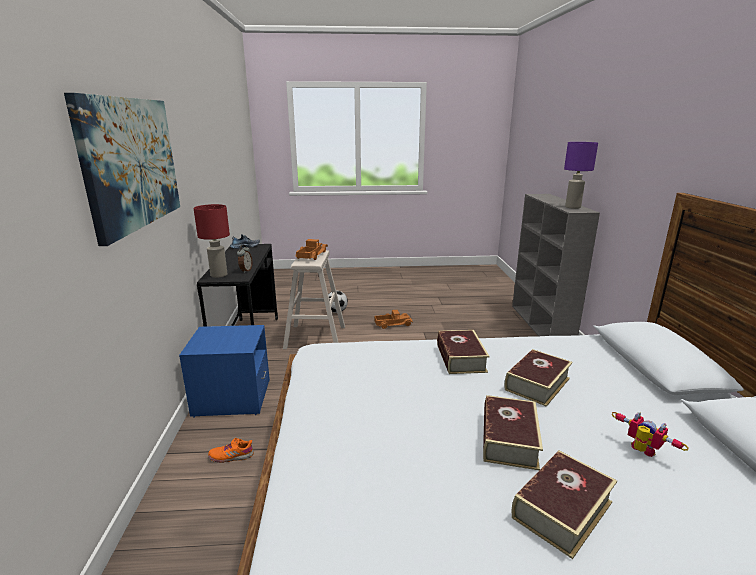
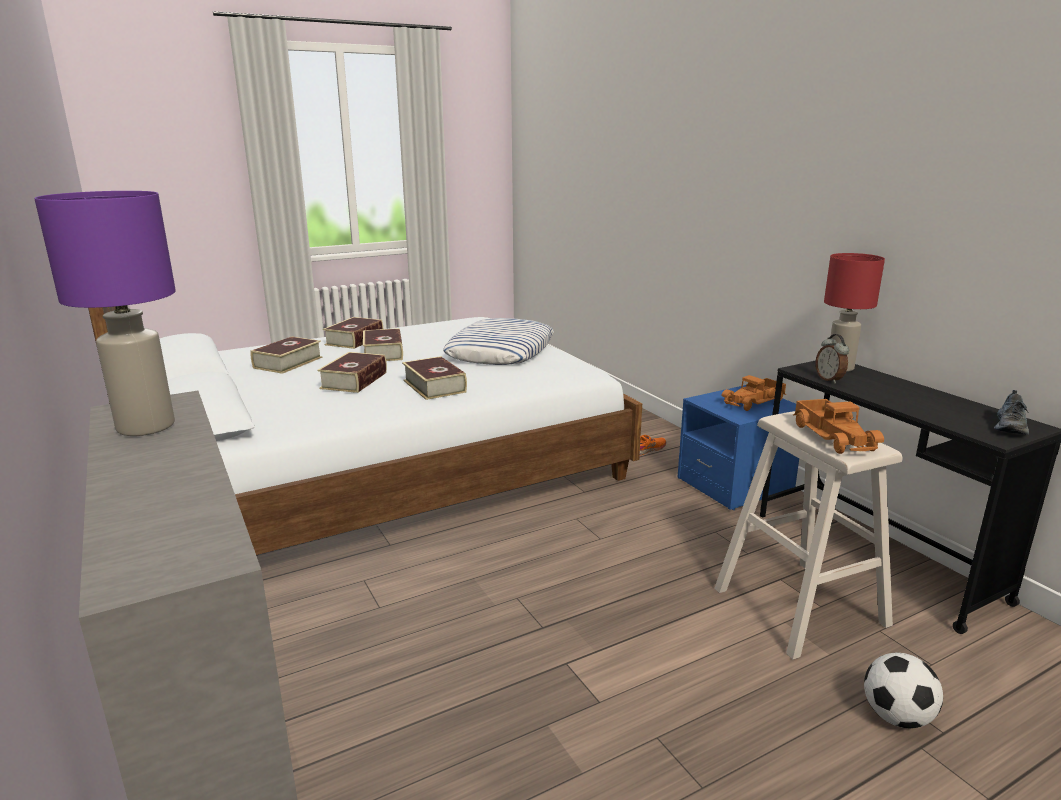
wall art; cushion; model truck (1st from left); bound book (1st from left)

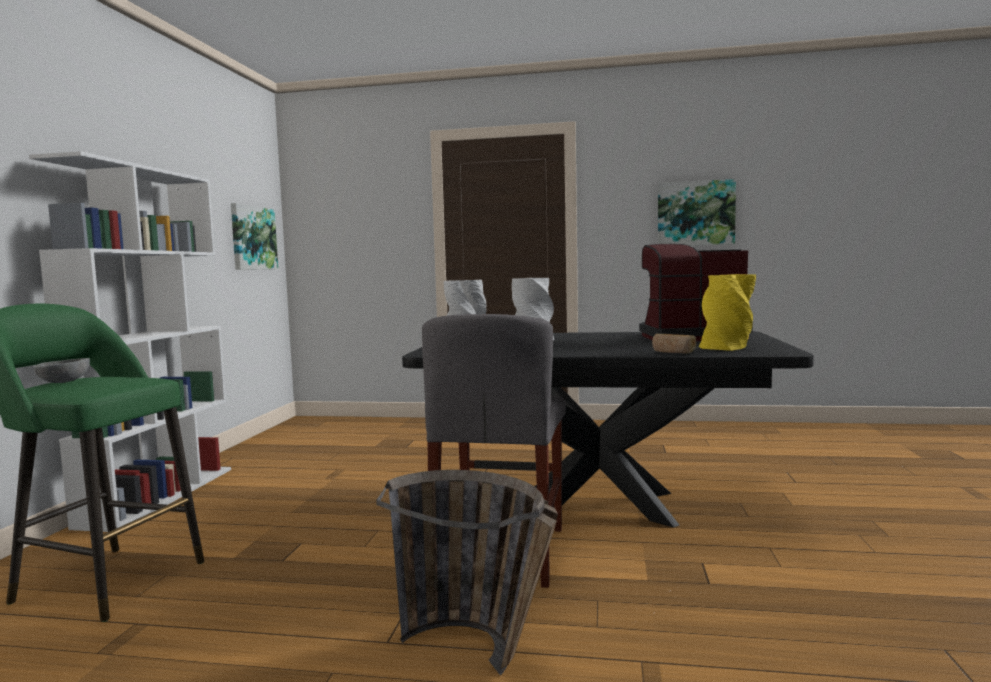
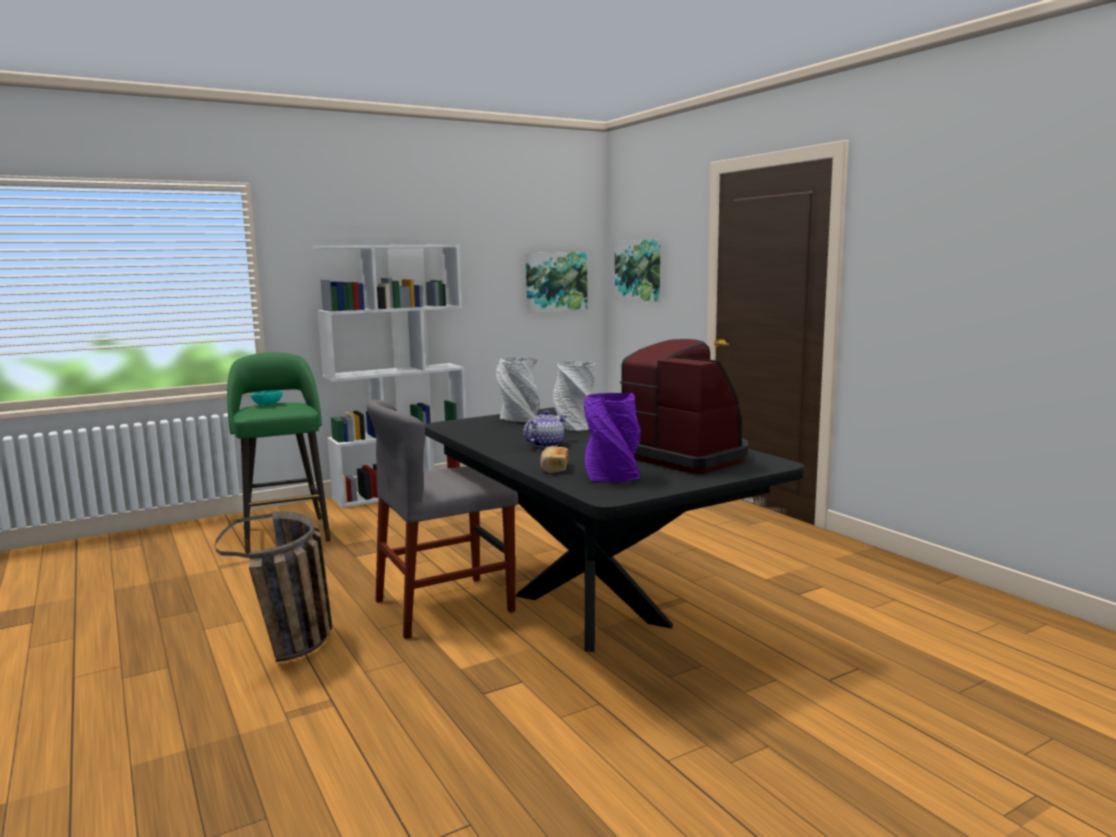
pot for tea; wall art (2nd from left); bowl/blue-green; flower vase/purple

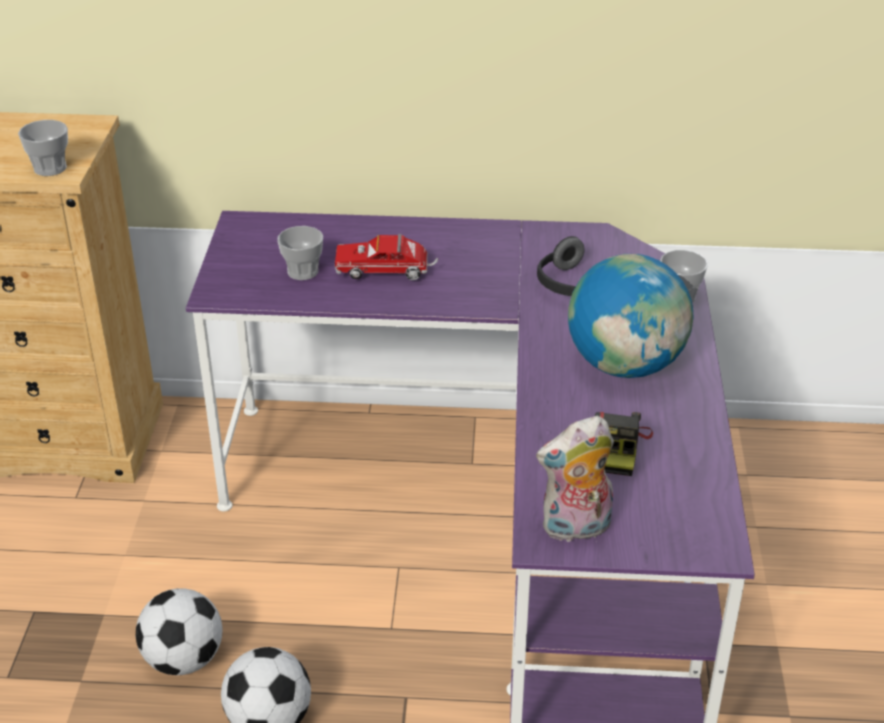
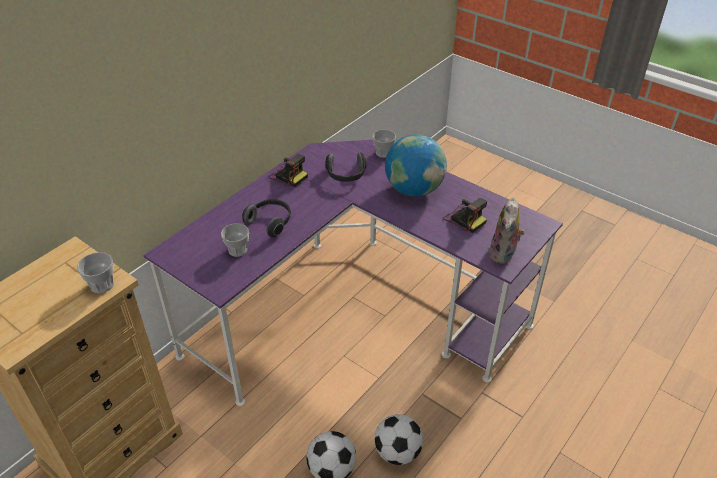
photo camera (1st from left); headset (1st from left)

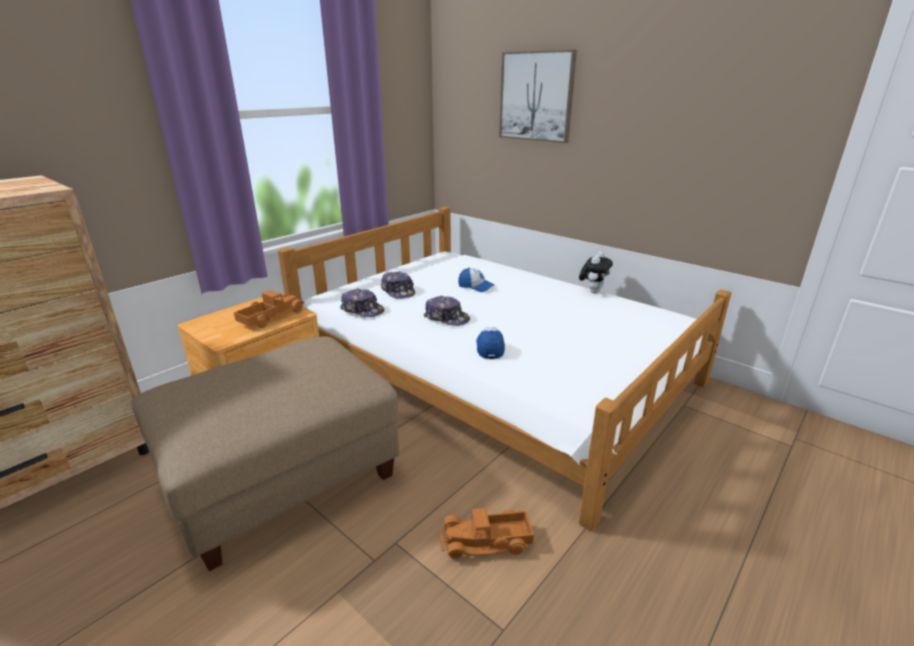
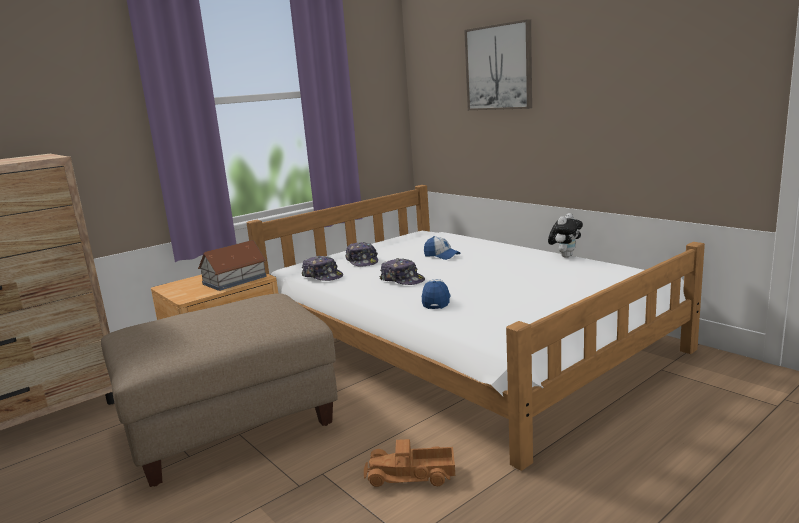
model house

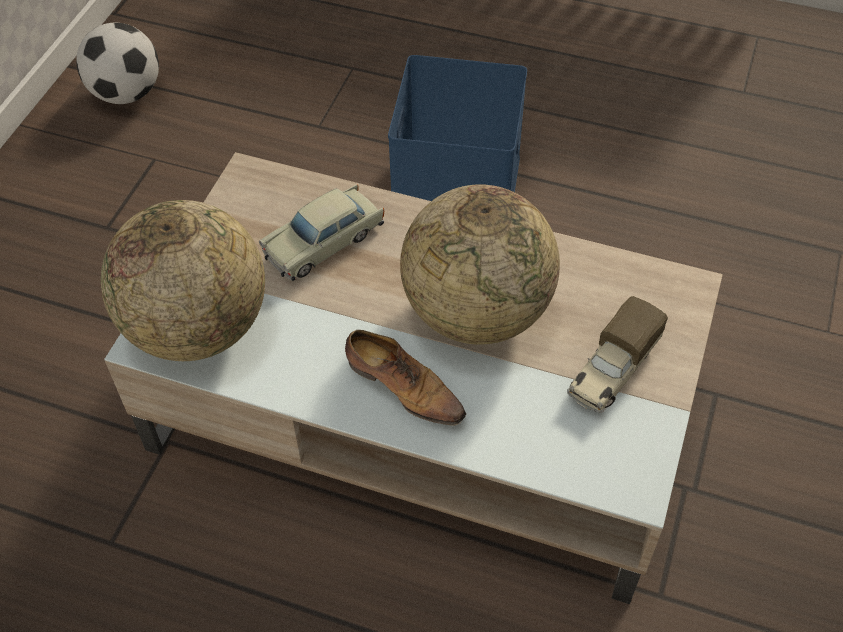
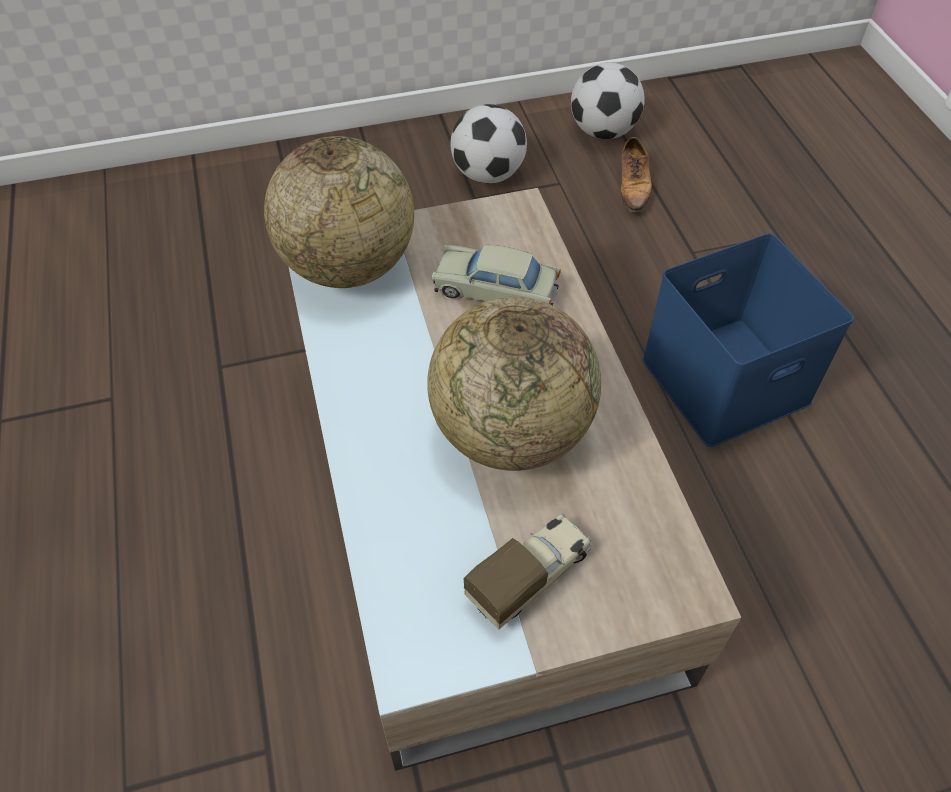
football ball (1st from left); item of footwear; model truck

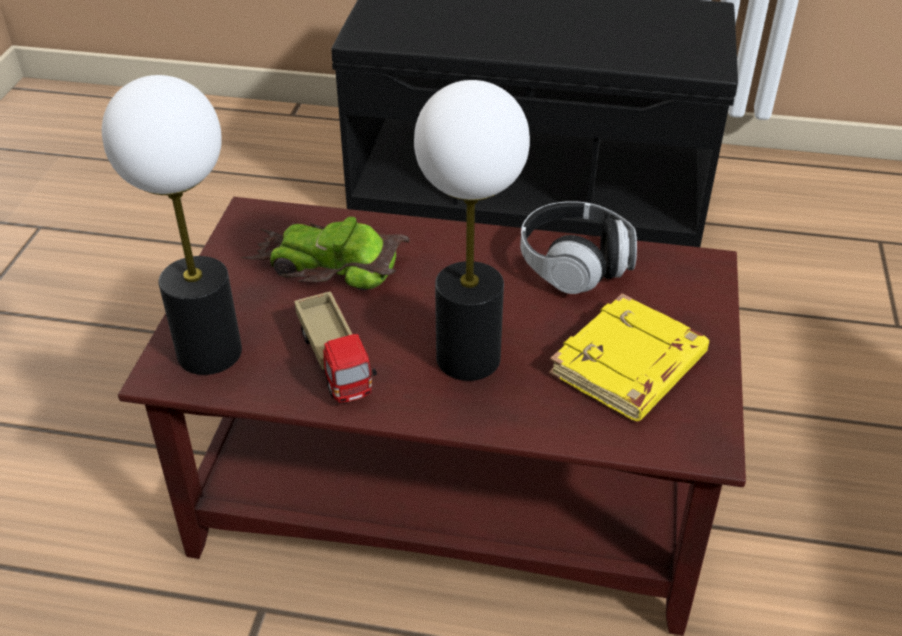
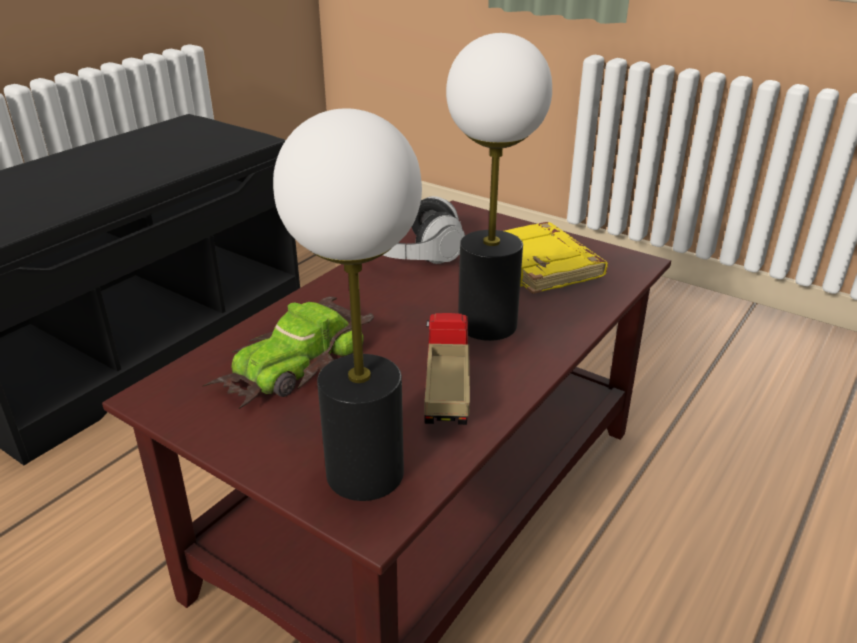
model truck

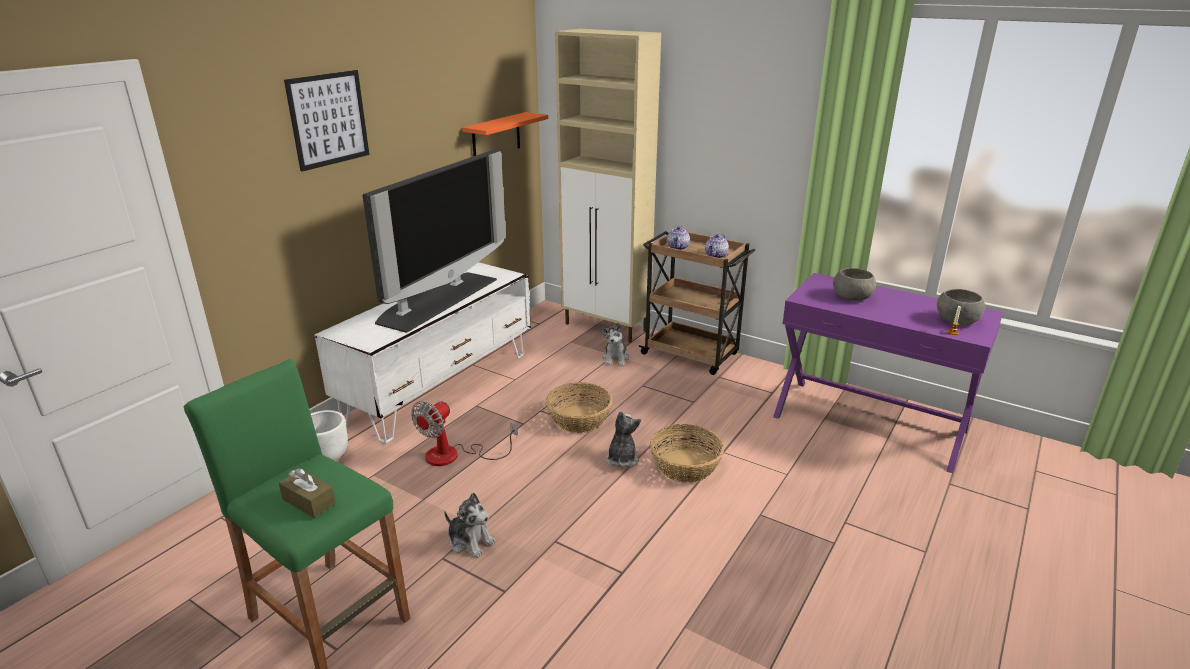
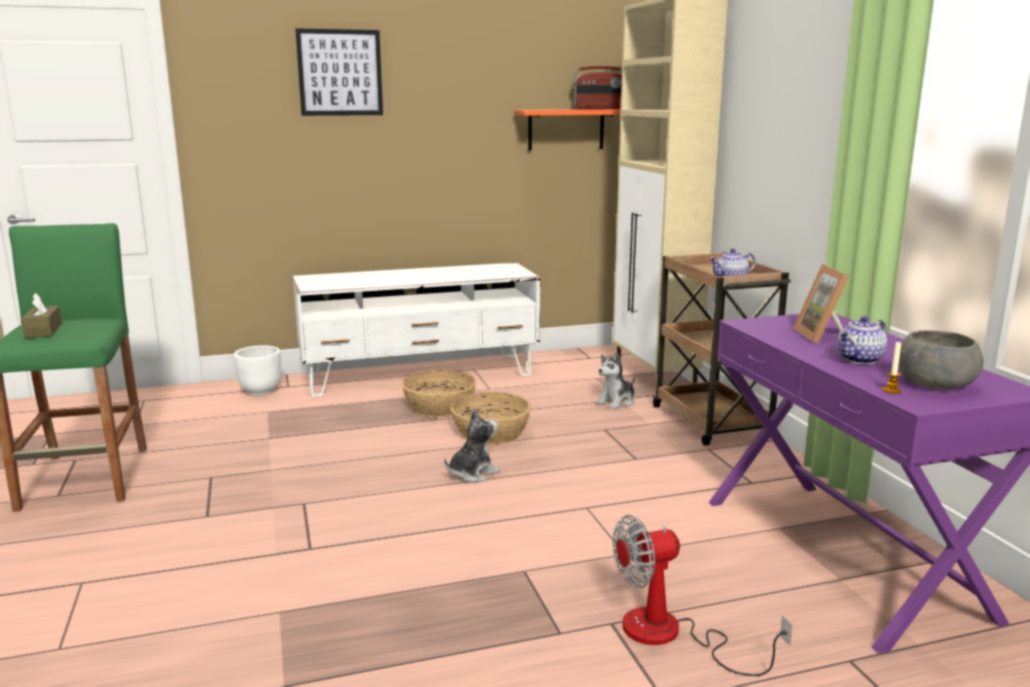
television; plush toy (1st from left in the first image); radio set; fan; household basket (1st from left); pot for tea (2nd from left); picture frame

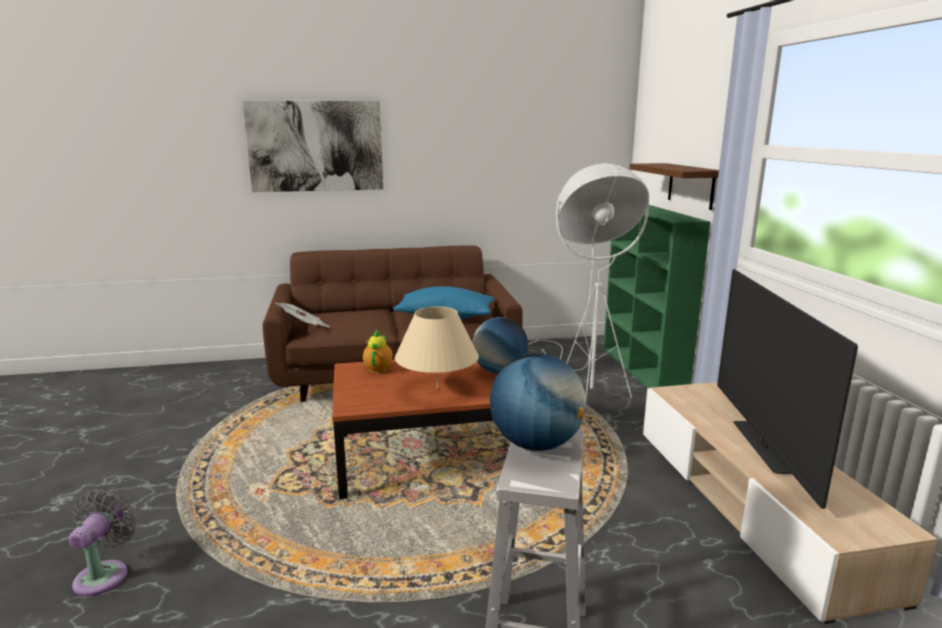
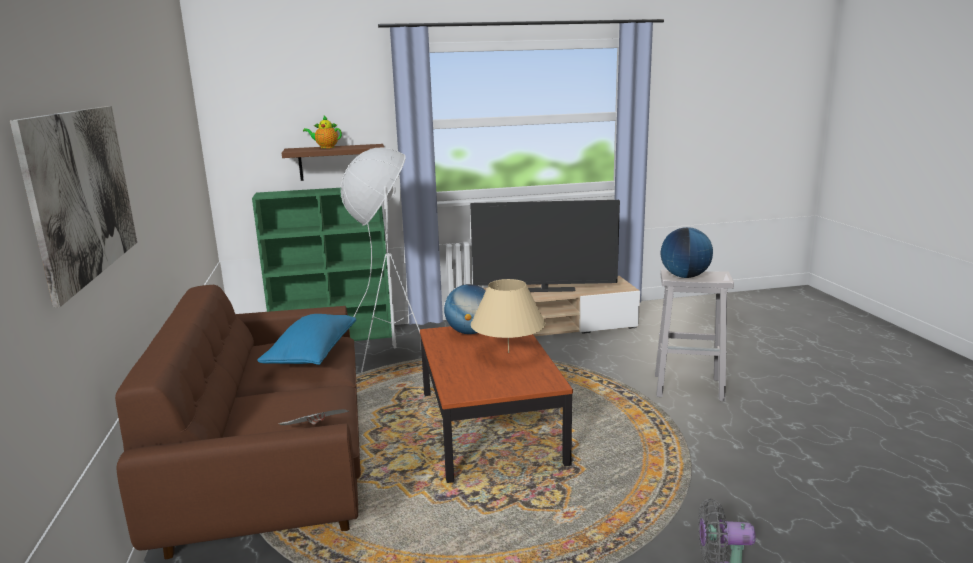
pot for tea

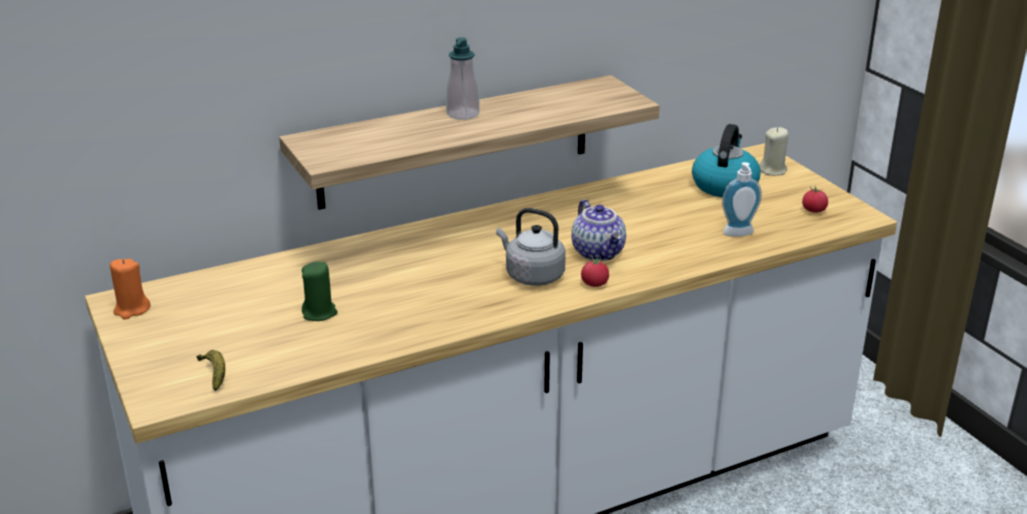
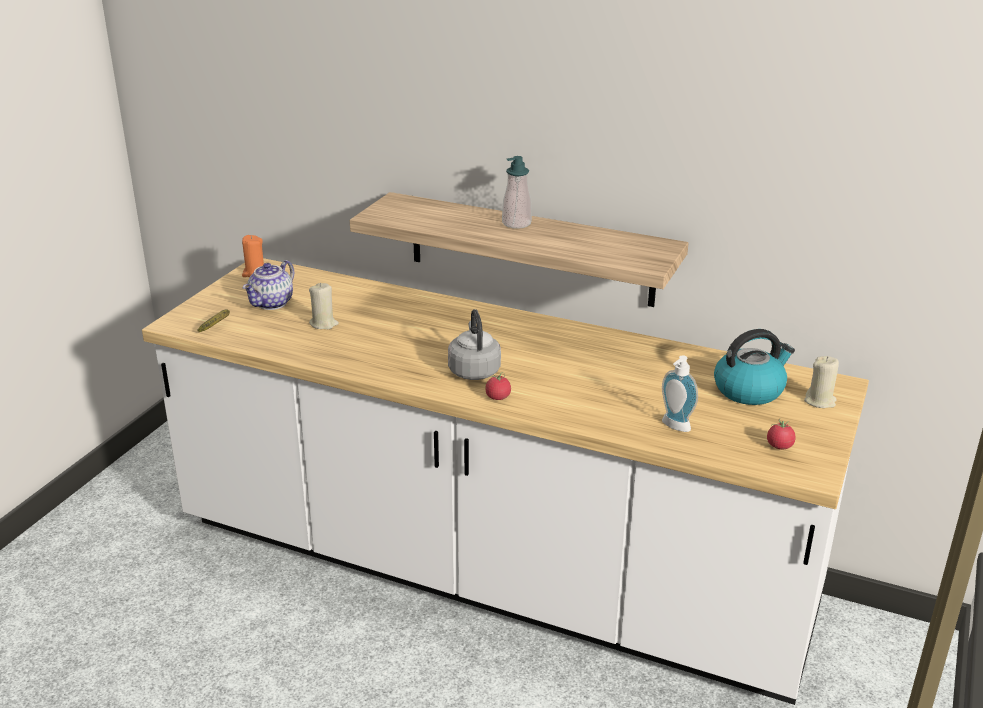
pot for tea; candle/beige-coloured (1st from left)

